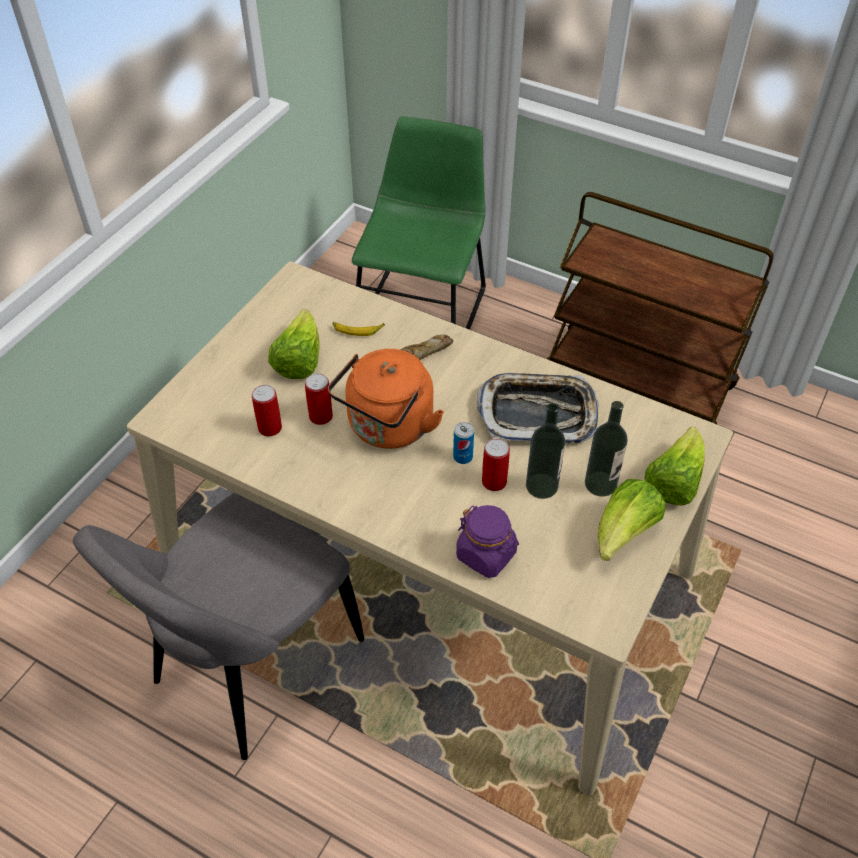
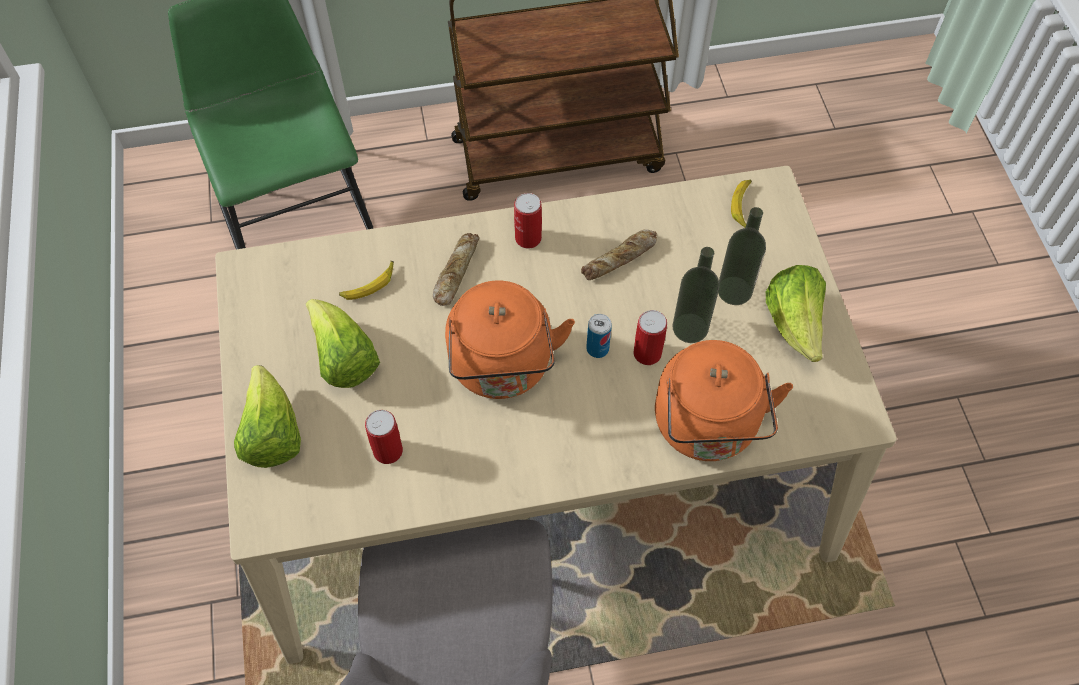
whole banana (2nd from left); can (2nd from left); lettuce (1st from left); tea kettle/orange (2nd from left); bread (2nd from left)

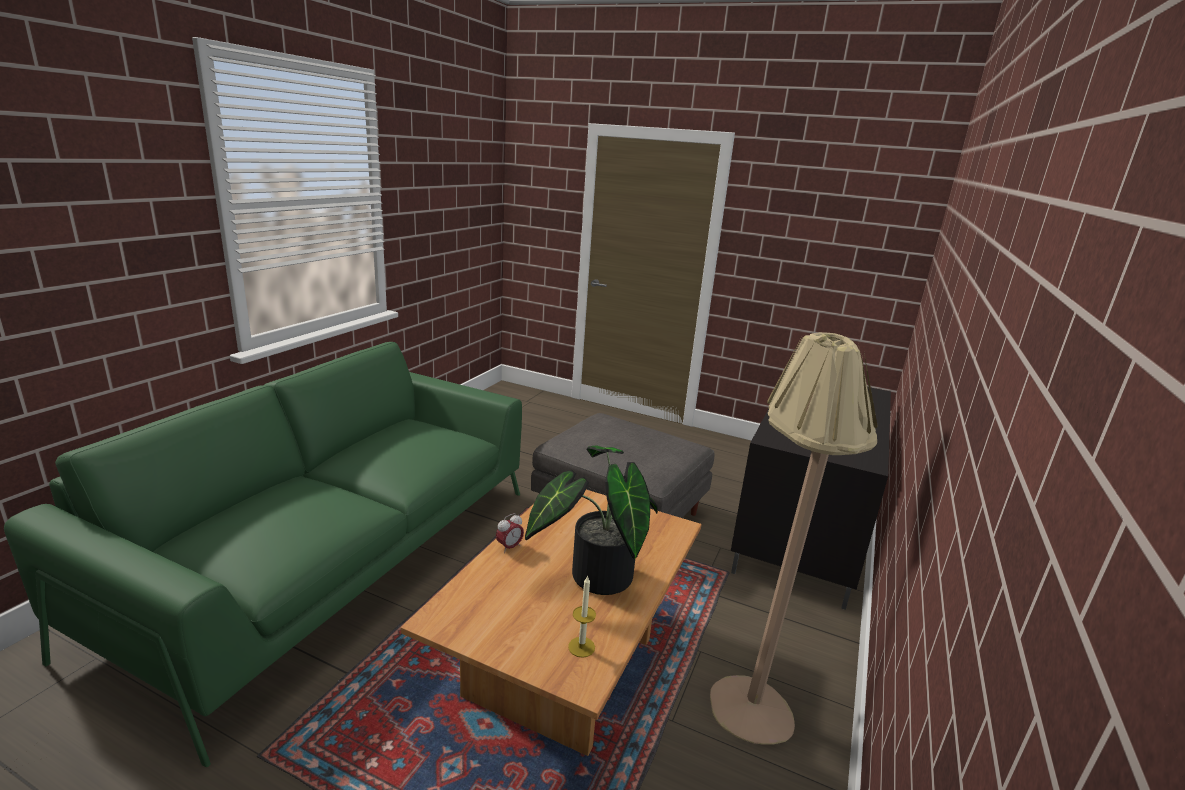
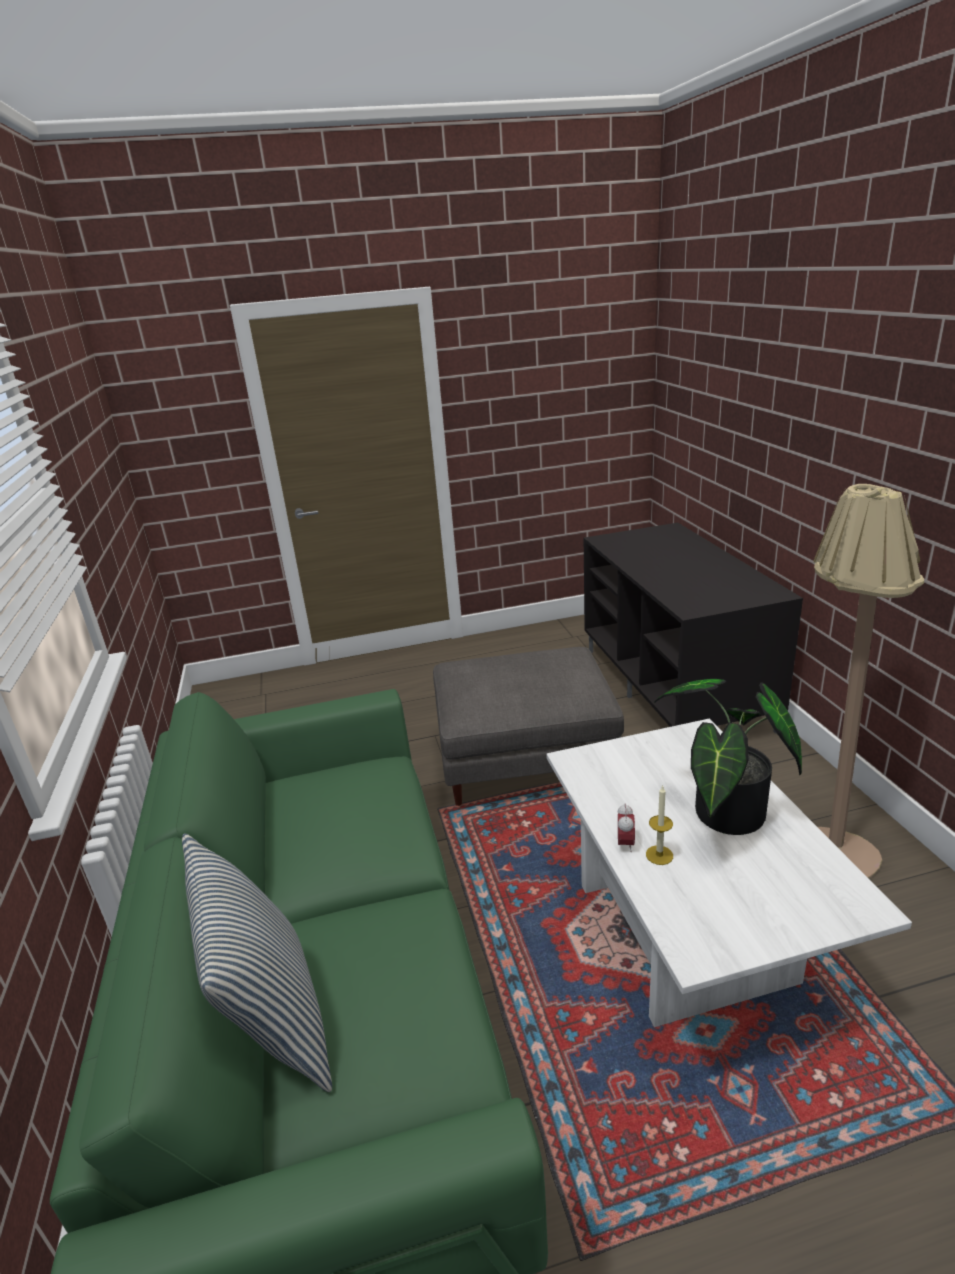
cushion; candle; lounge table/white-coloured

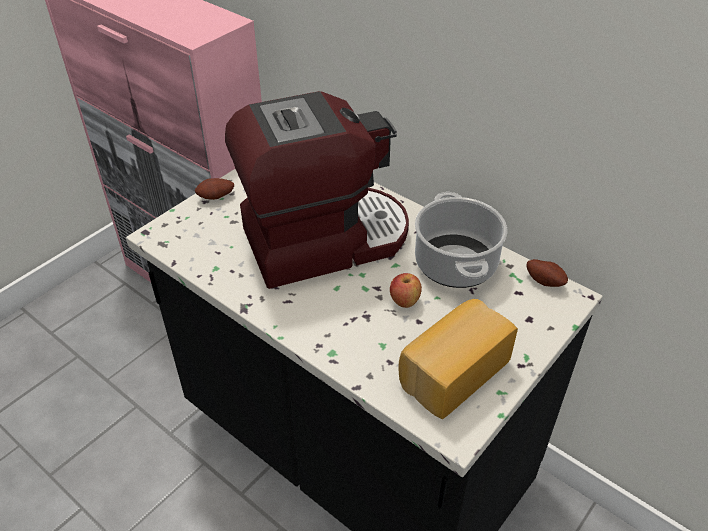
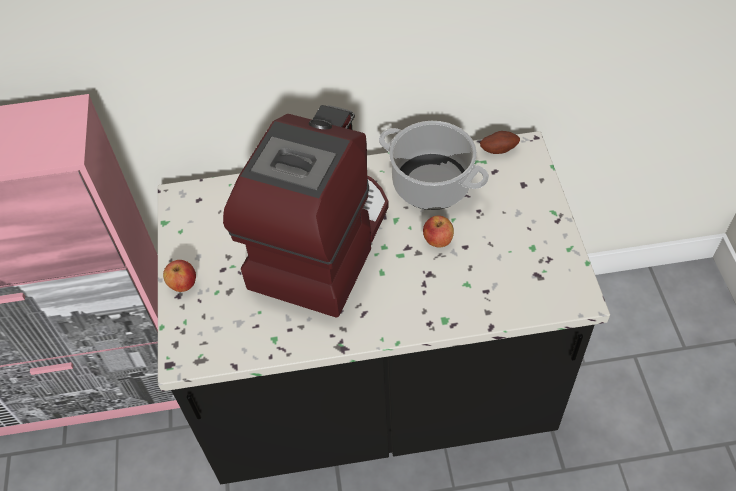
bread; apple fruit (1st from left)

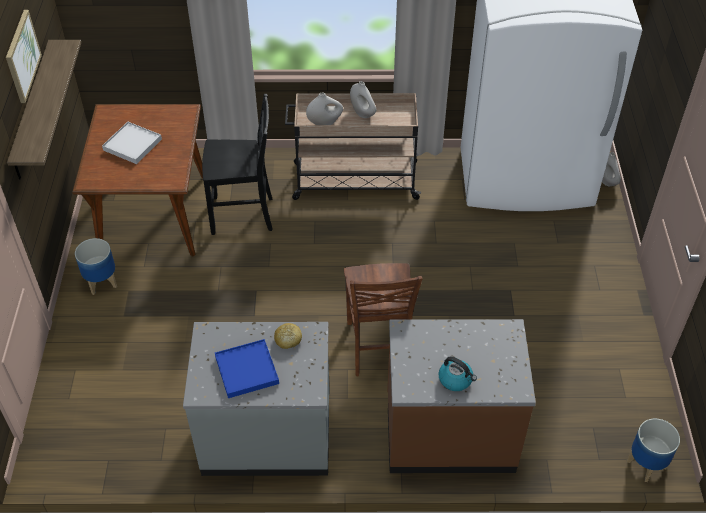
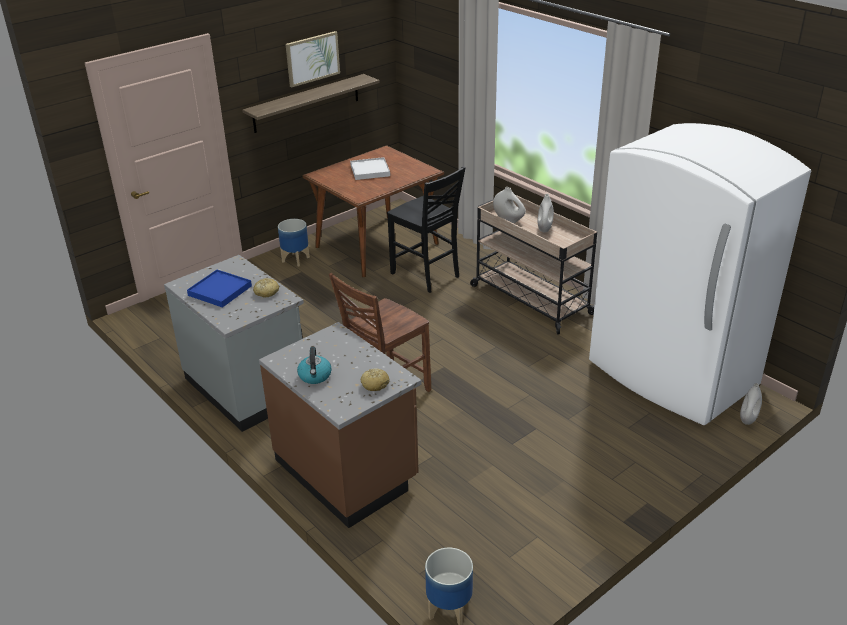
bread (2nd from left)

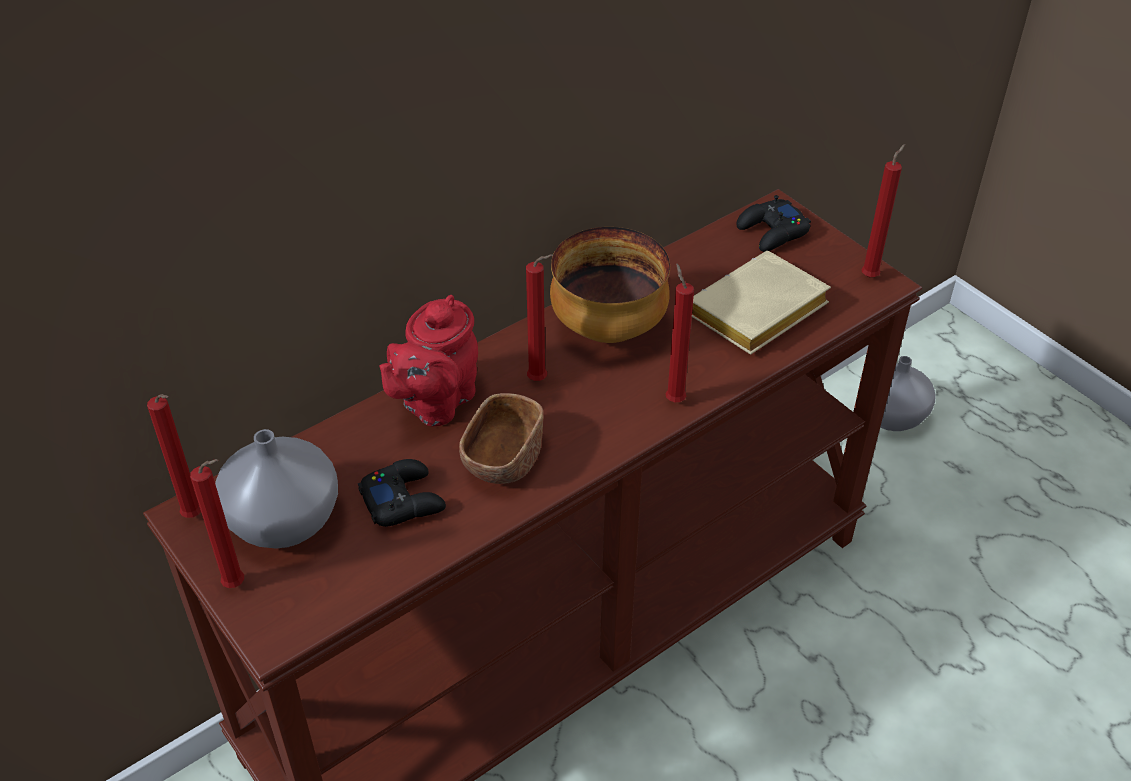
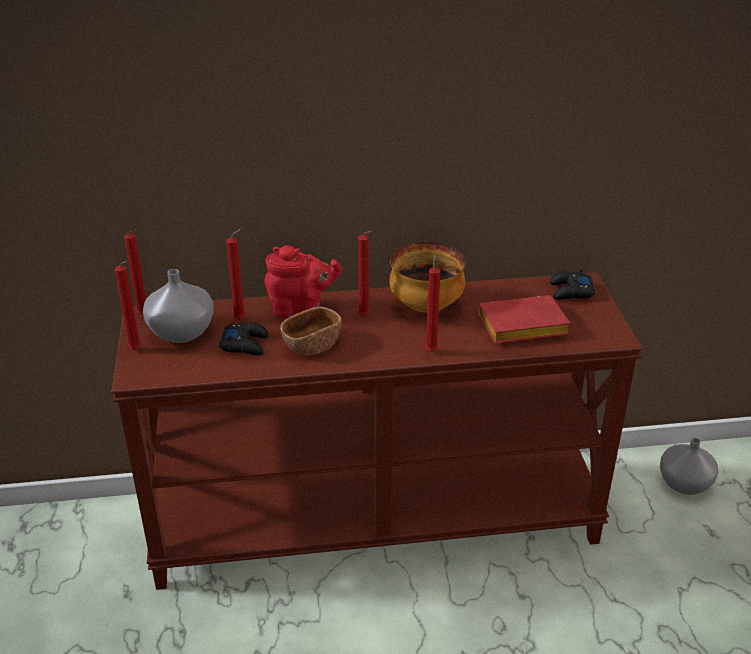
candle/red-coloured (3rd from left); bound book/red-coloured; pot for tea/red-coloured

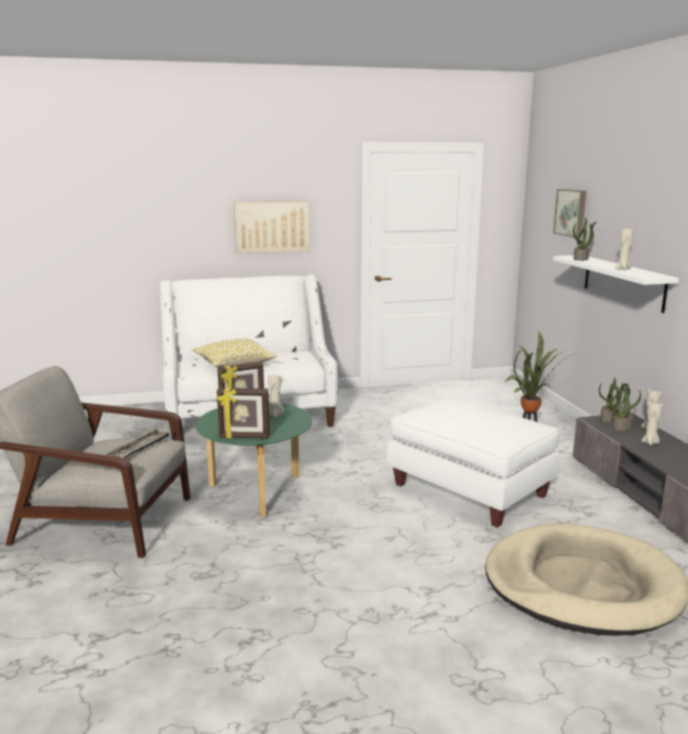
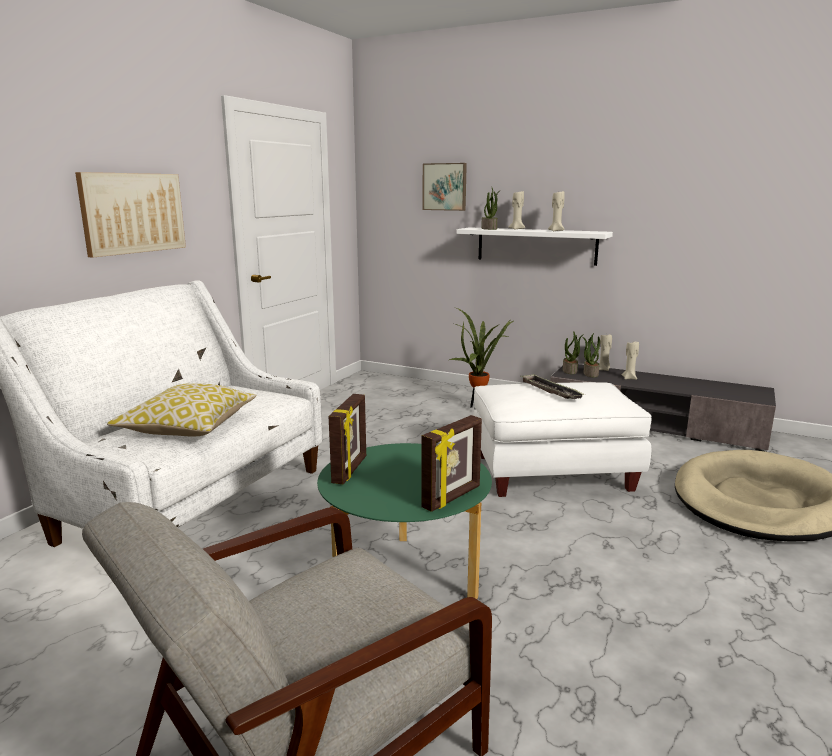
carrying tray; candle/beige-coloured (1st from left)

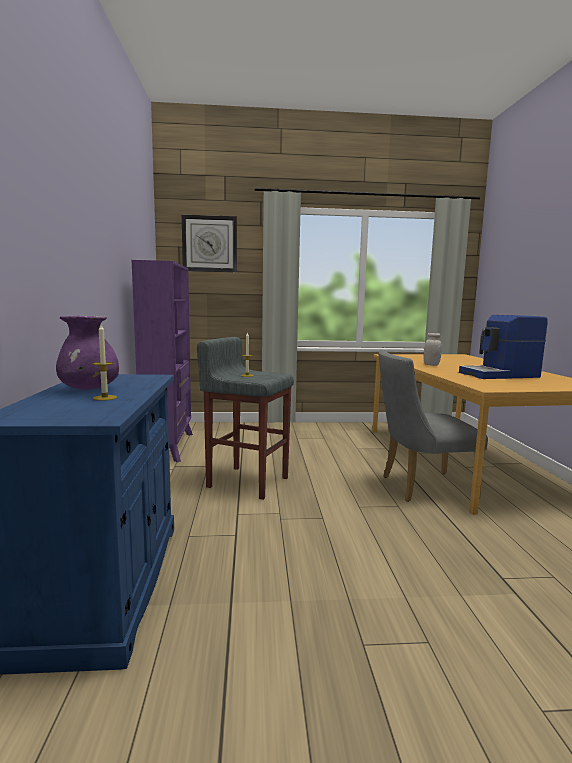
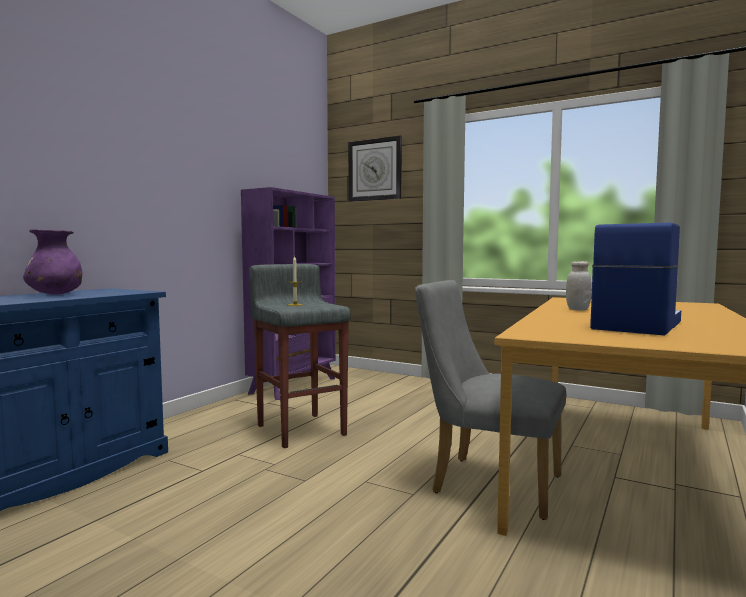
candle (1st from left in the first image); coffee maker

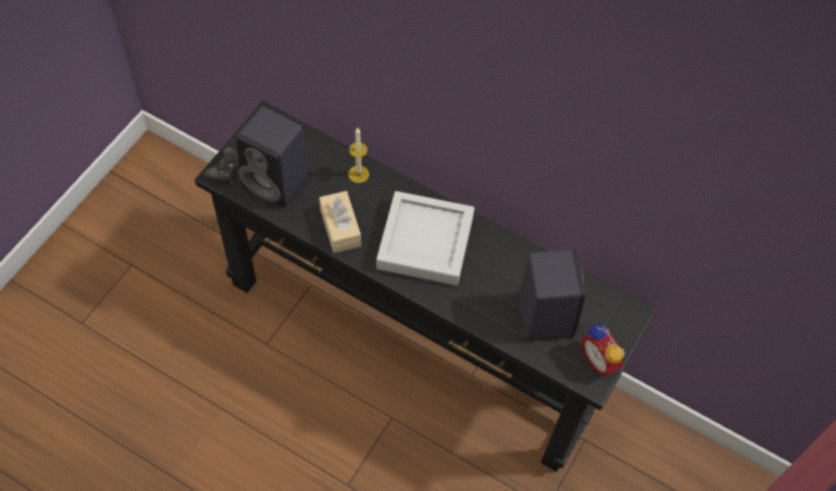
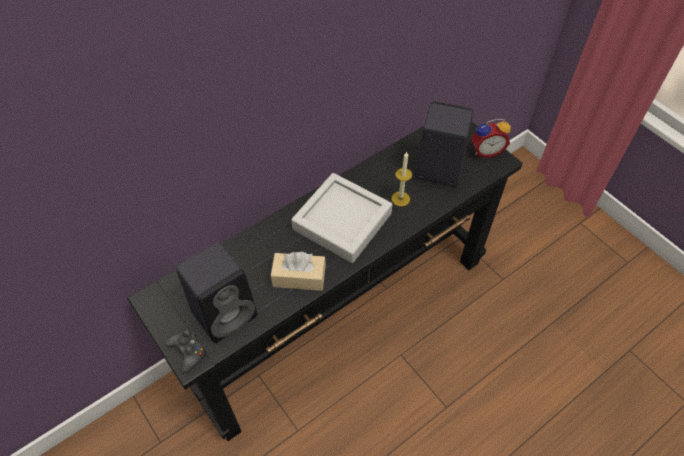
candle

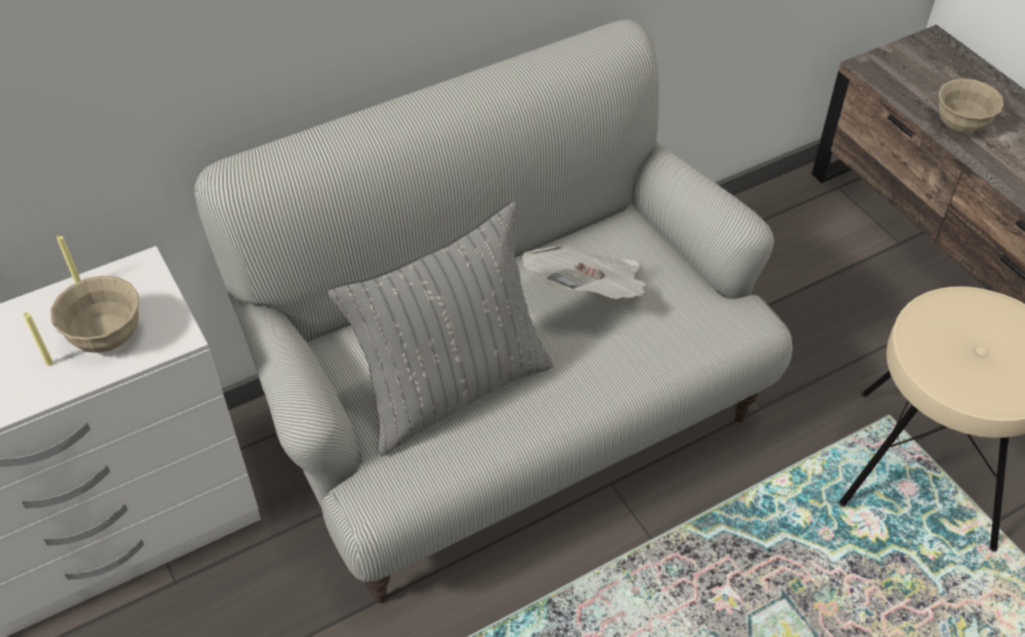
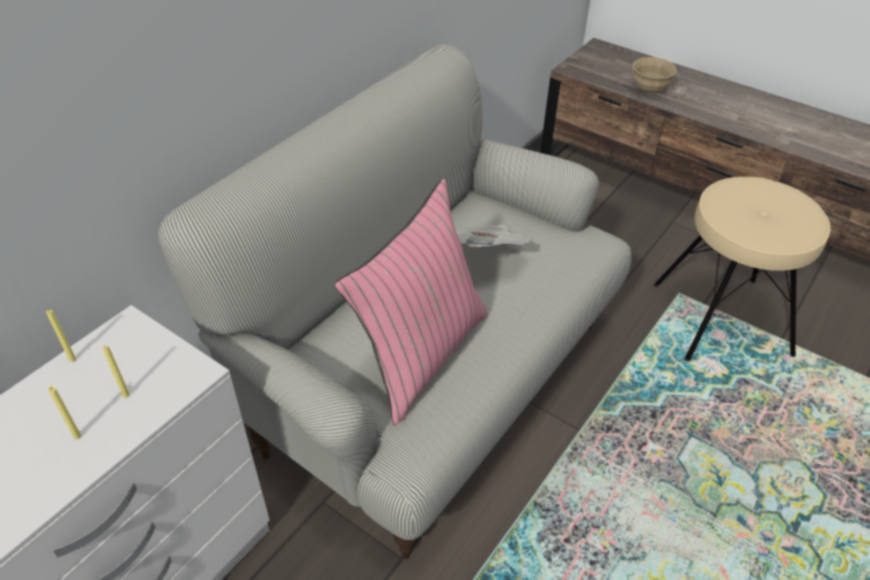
candle/yellow (3rd from left); cushion/pink-coloured

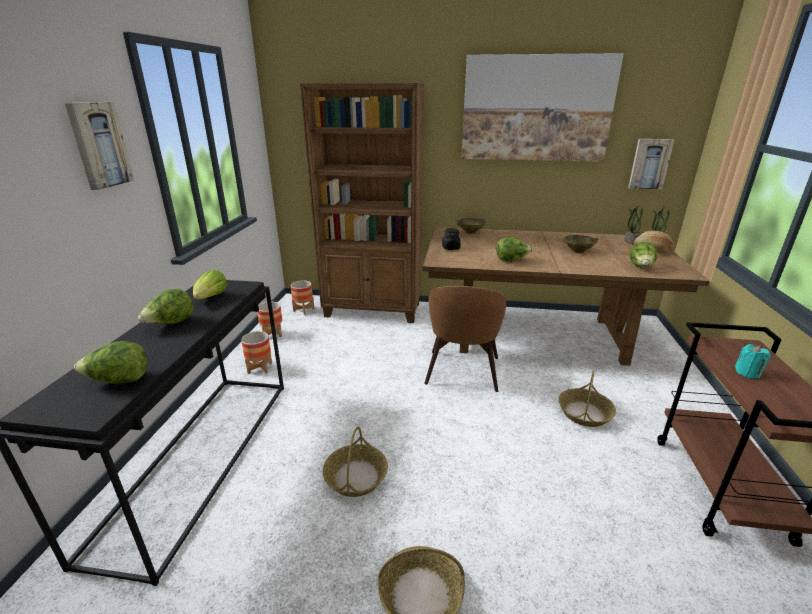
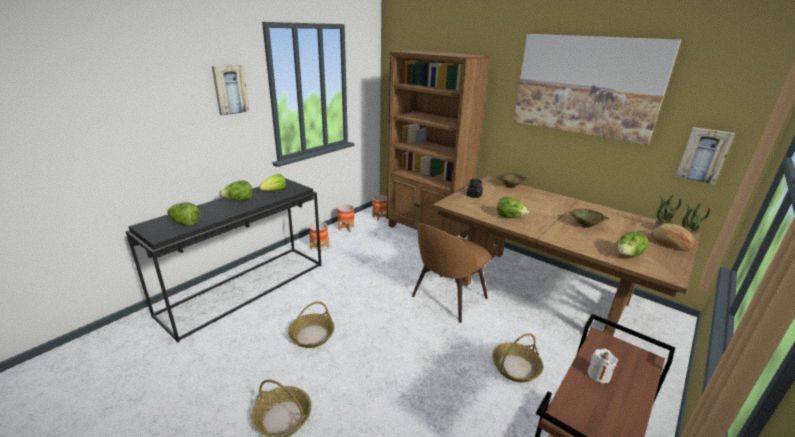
candle/white-coloured

